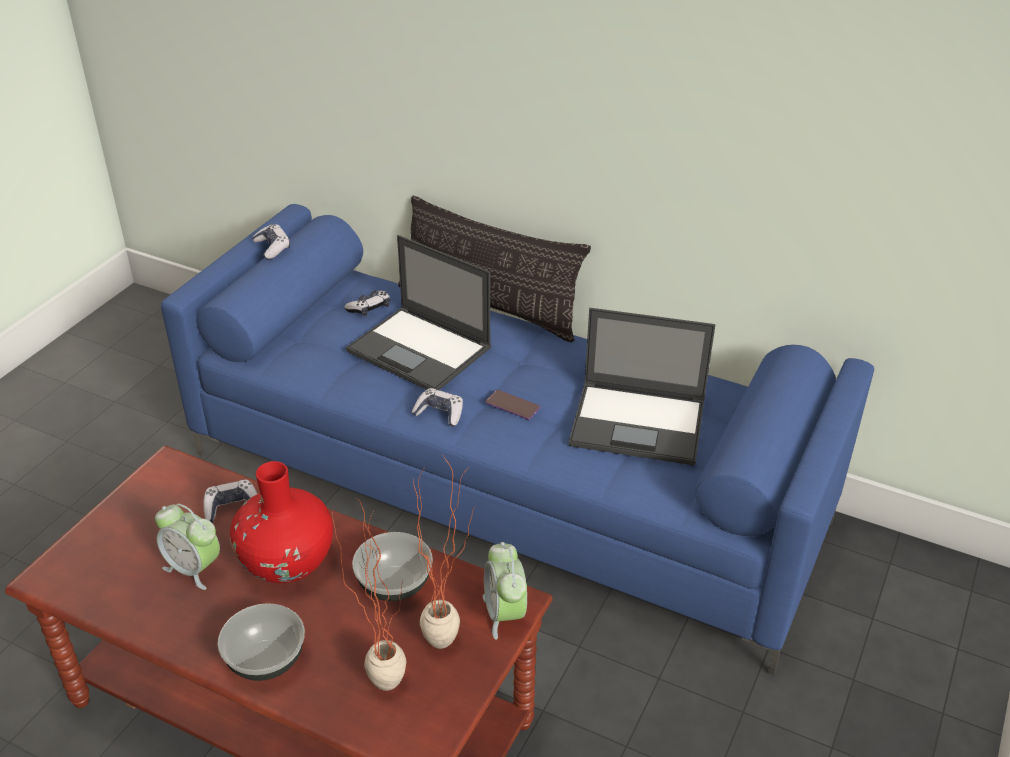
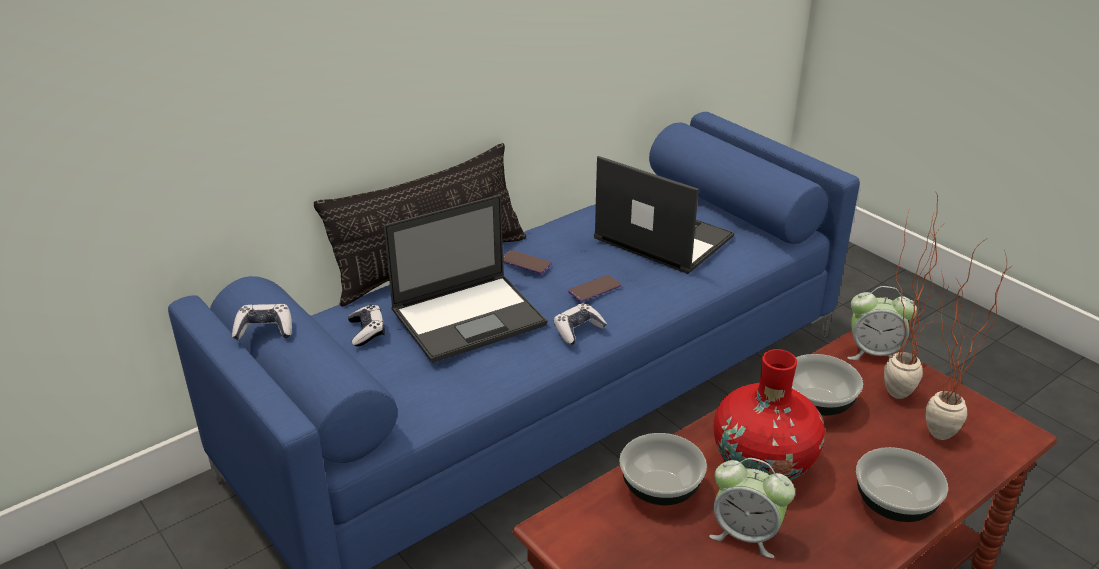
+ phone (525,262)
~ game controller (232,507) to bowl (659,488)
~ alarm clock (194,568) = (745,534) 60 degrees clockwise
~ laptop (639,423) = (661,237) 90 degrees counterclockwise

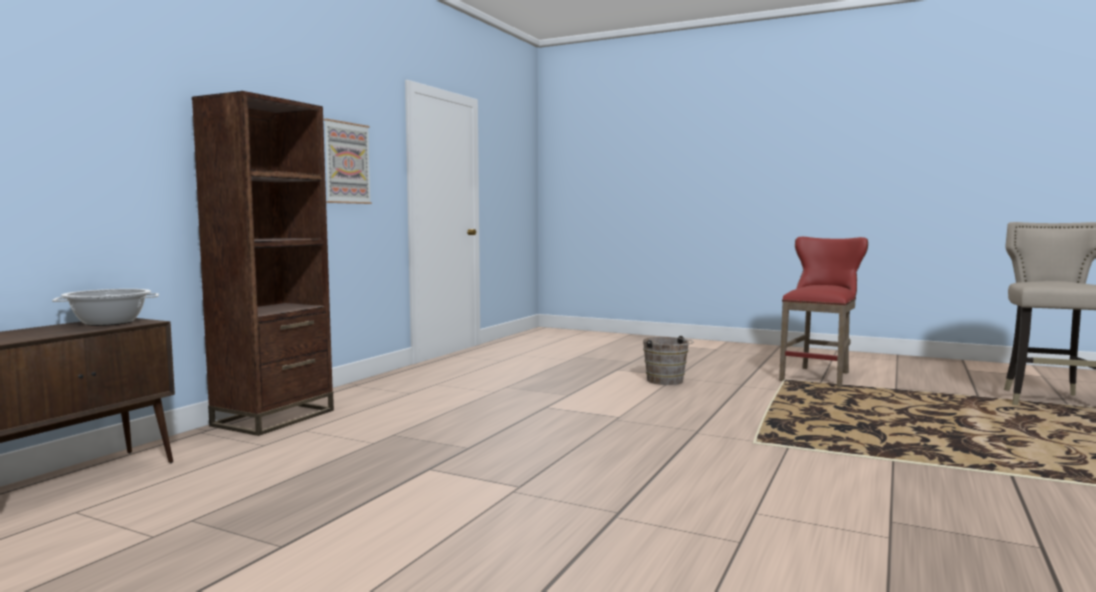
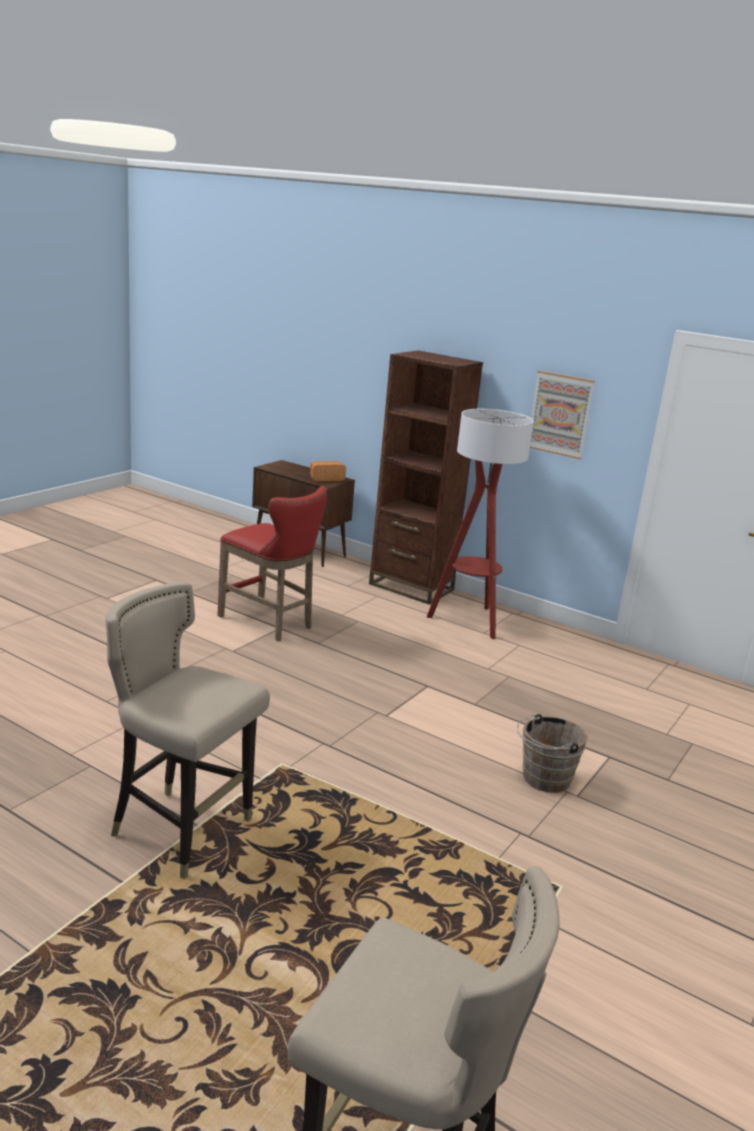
+ beige stool (182,831)
+ floor lamp (469,621)
~ red stool (819,376) to (270,623)
~ cooking pot (109,322) to bread (326,479)

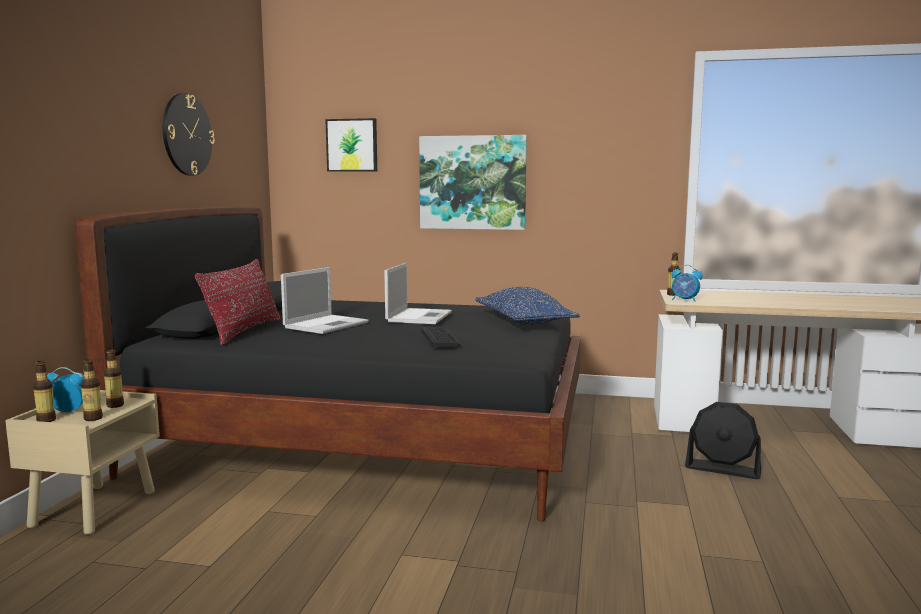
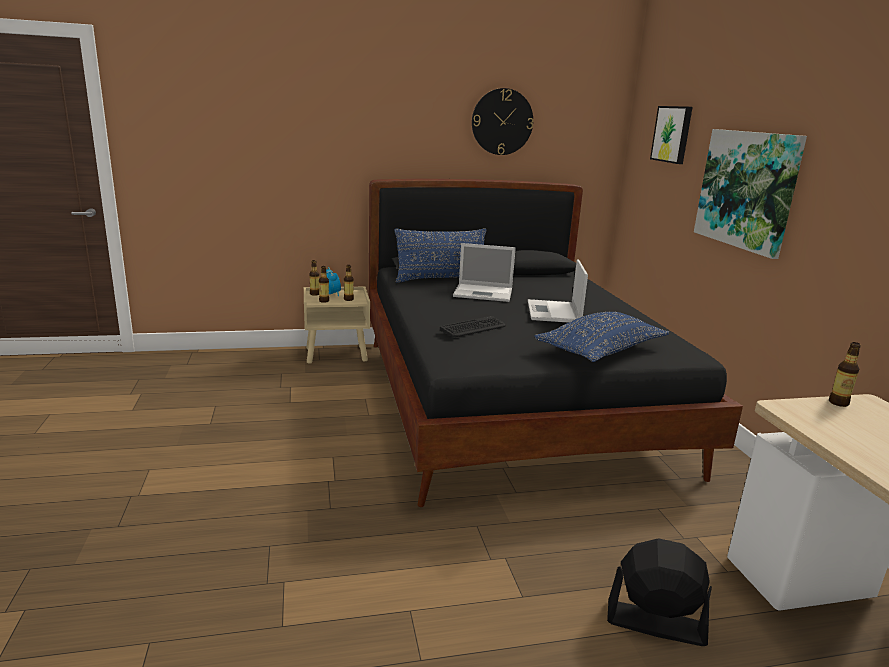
- alarm clock (685,300)
~ red pillow (244,331) to blue pillow (441,279)
~ laptop (419,317) = (554,312) 105 degrees clockwise
~ black fan (723,469) = (655,623) 105 degrees clockwise

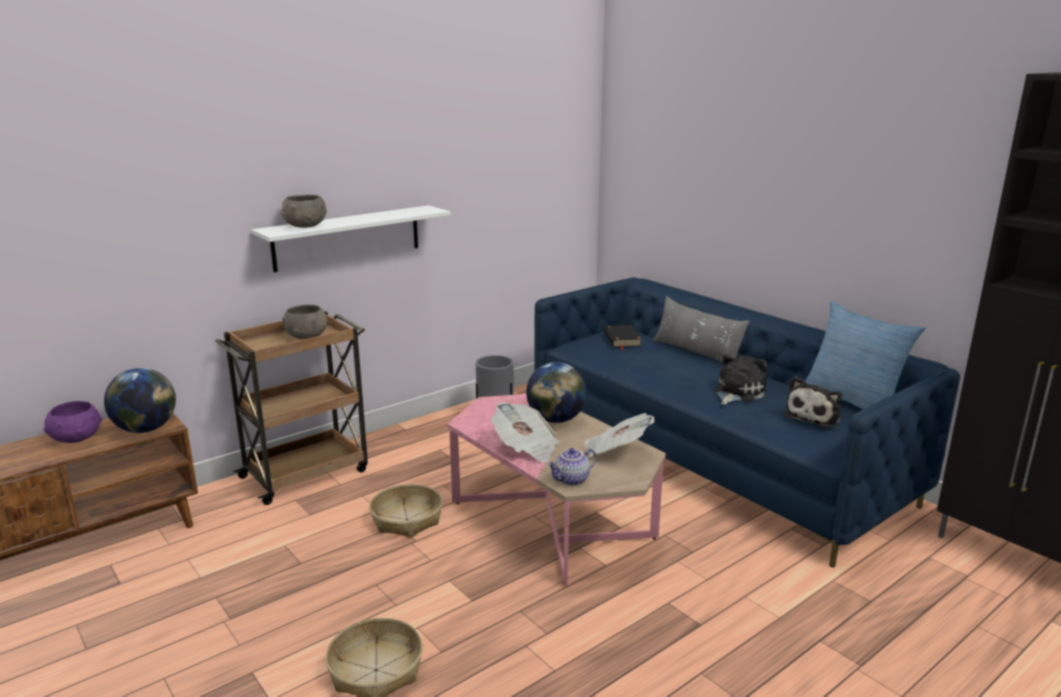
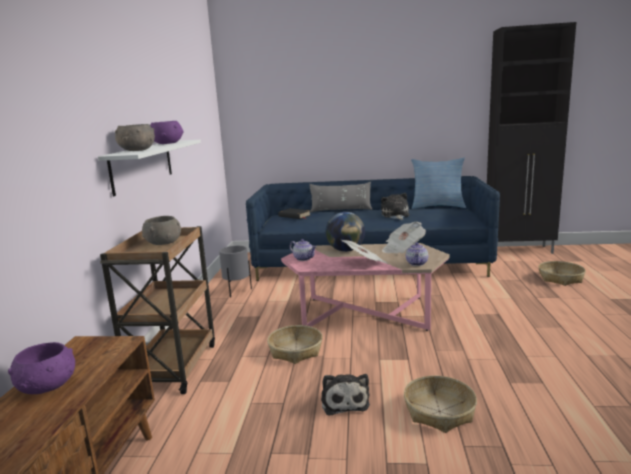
- globe (146,429)
+ purple bowl (167,143)
+ teapot (304,258)
+ basket (560,278)
~ plush toy (814,416) to (344,401)

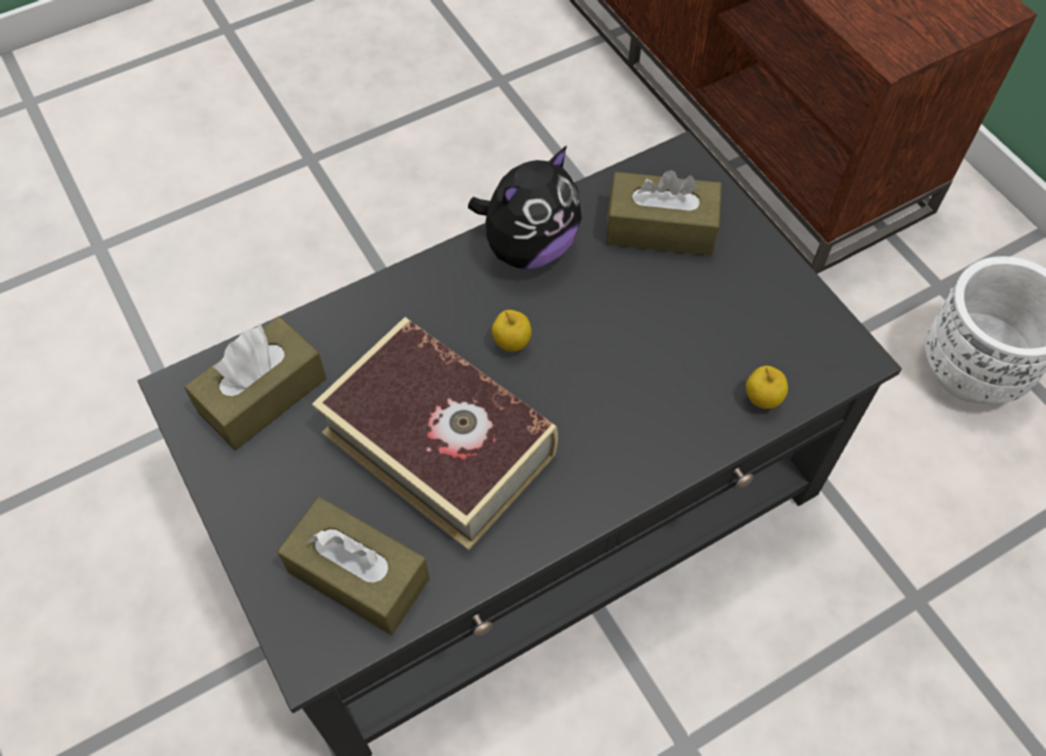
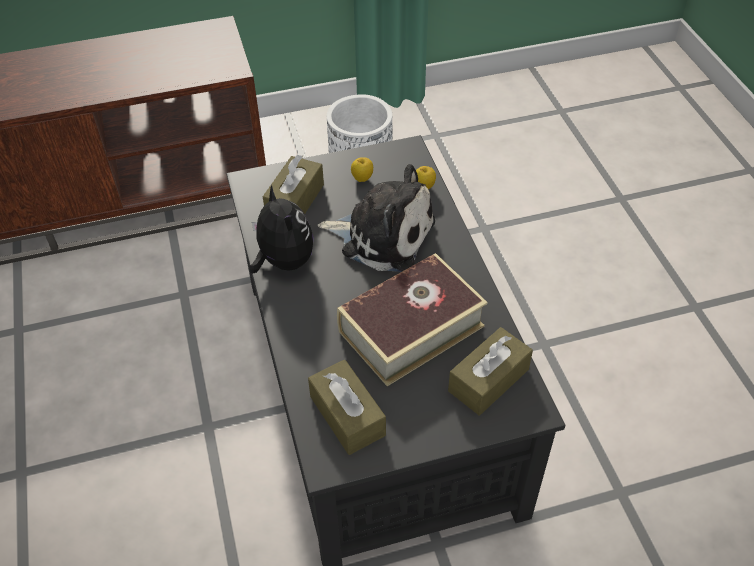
+ plush toy (382,235)
~ apple (511,344) to (362,179)

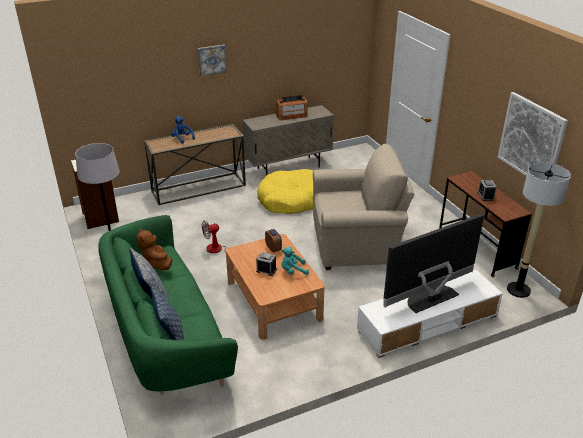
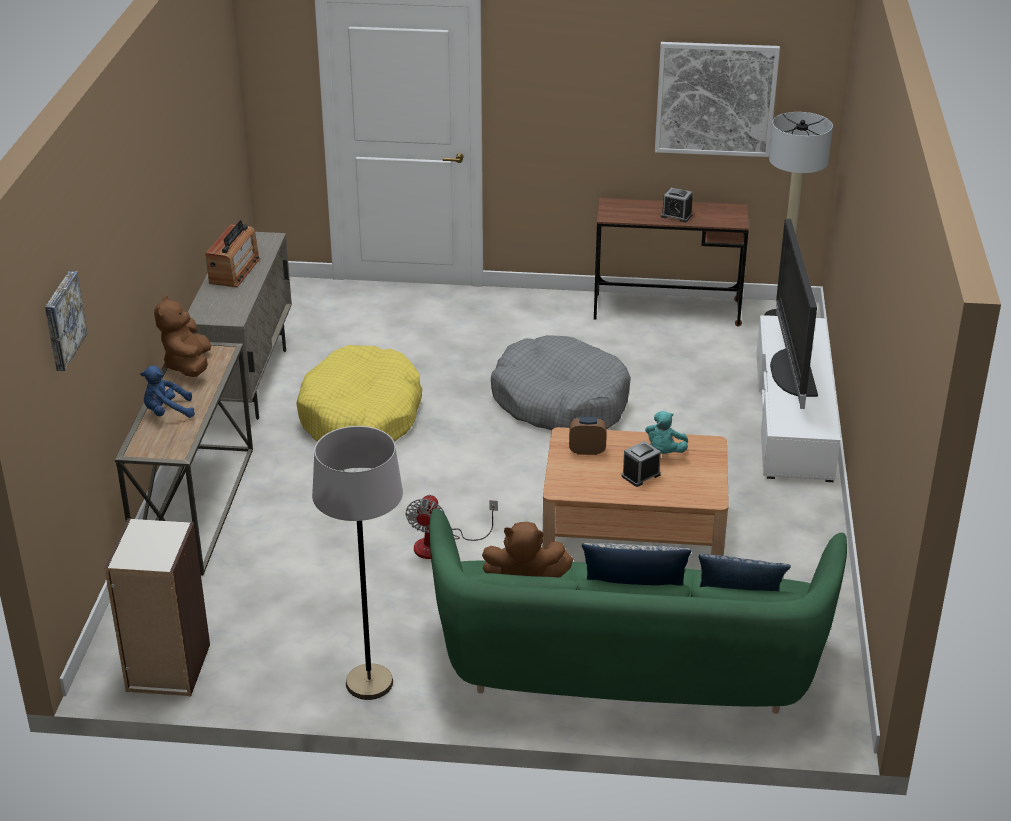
+ brown plush toy (188,366)
~ picture (211,59) to (62,320)
~ beige armchair (357,245) to grey dog bed (560,402)

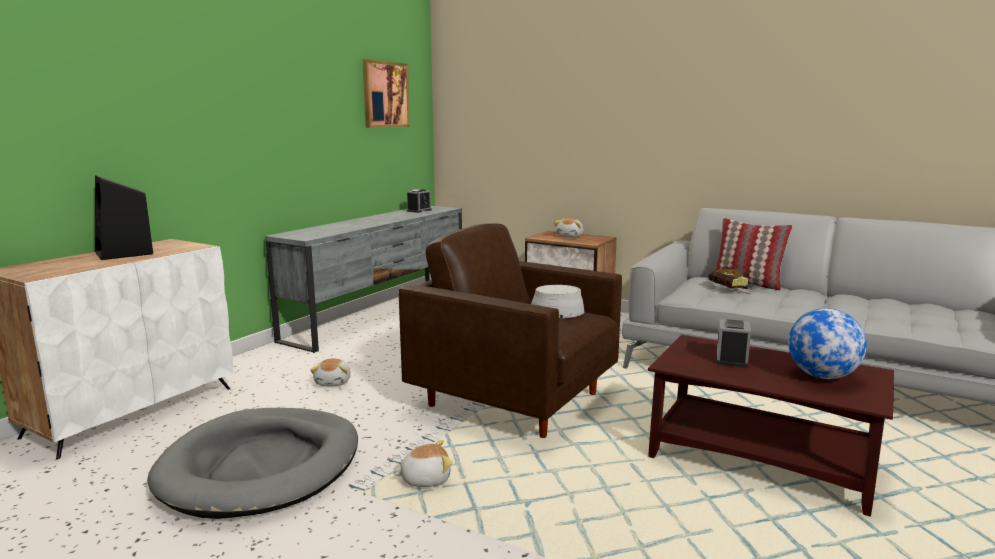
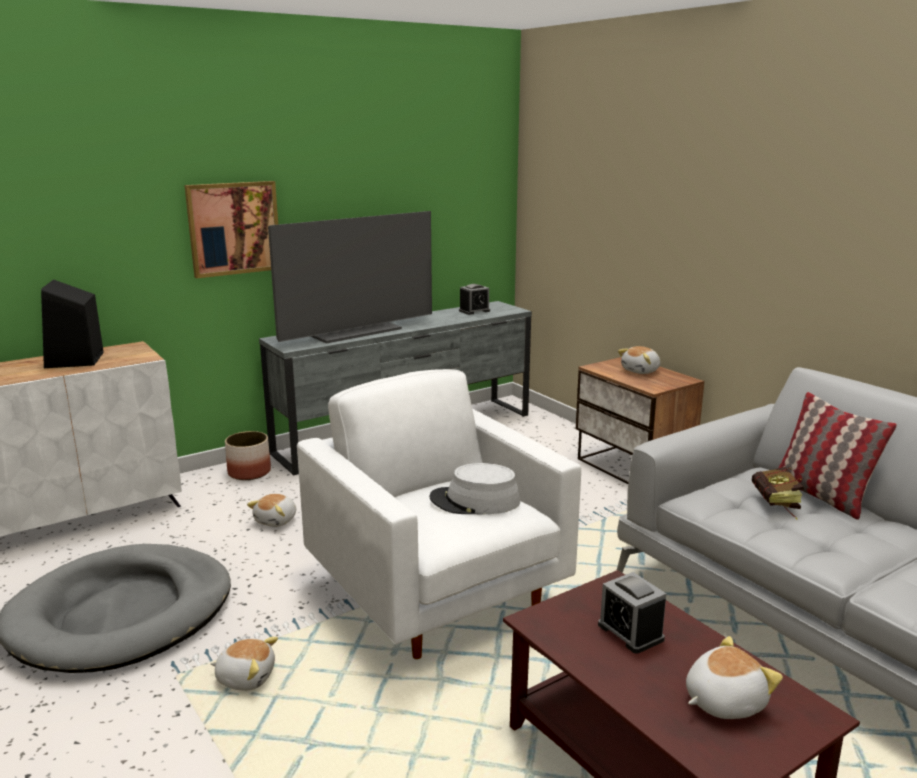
+ planter (250,472)
+ television (355,331)
~ picture (385,94) to (234,228)
~ globe (822,376) to plush toy (722,701)
~ brown armchair (516,400) to white armchair (438,594)
~ alarm clock (731,359) = (630,632) 75 degrees counterclockwise

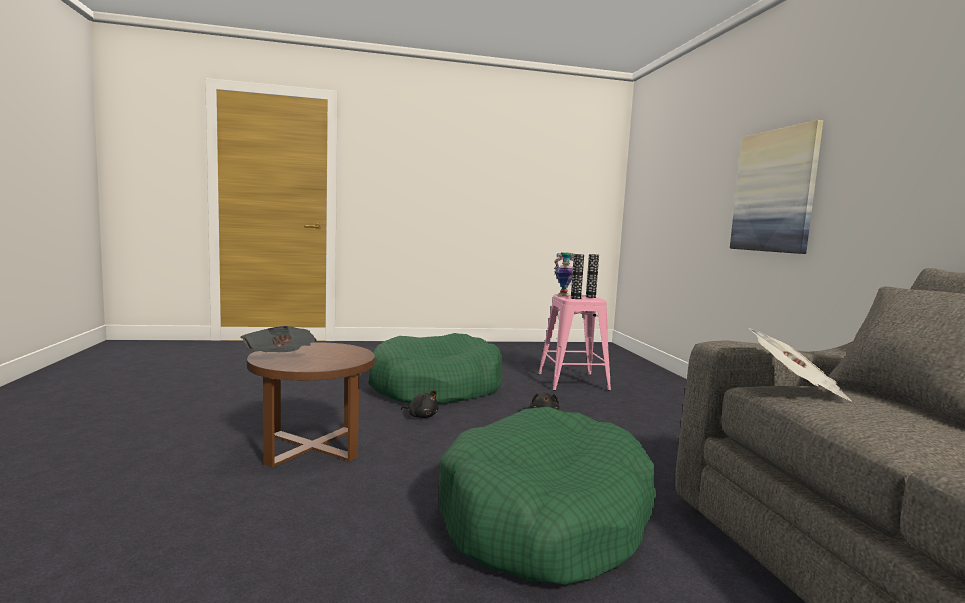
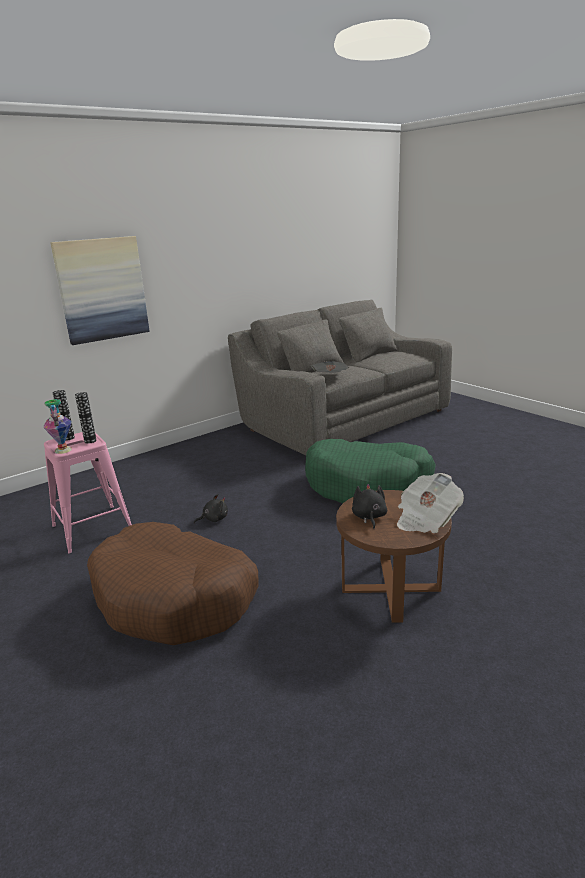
~ black plush toy (421,416) to (369,517)
~ green dog bed (435,387) to brown dog bed (175,598)

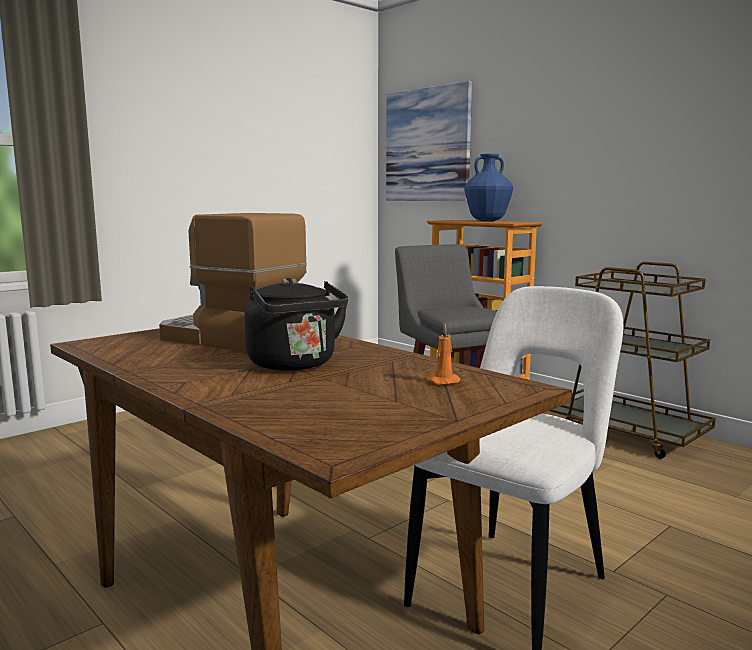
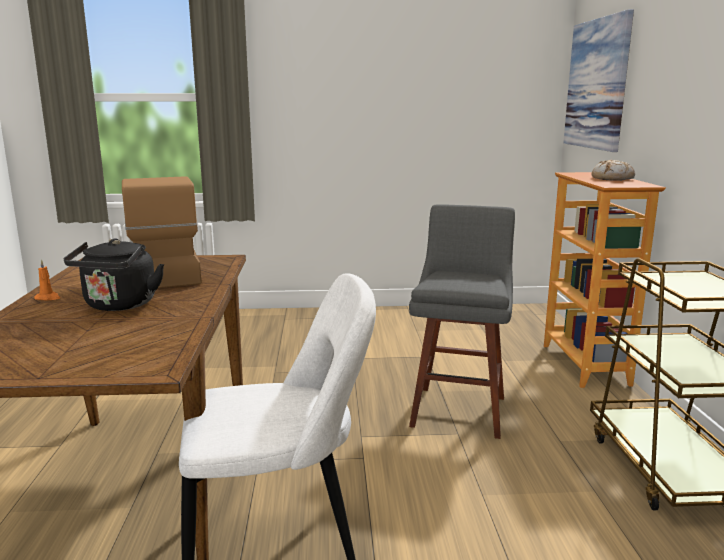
~ orange candle (445,381) to (48,298)
~ blue vase (487,221) to bread (612,179)

